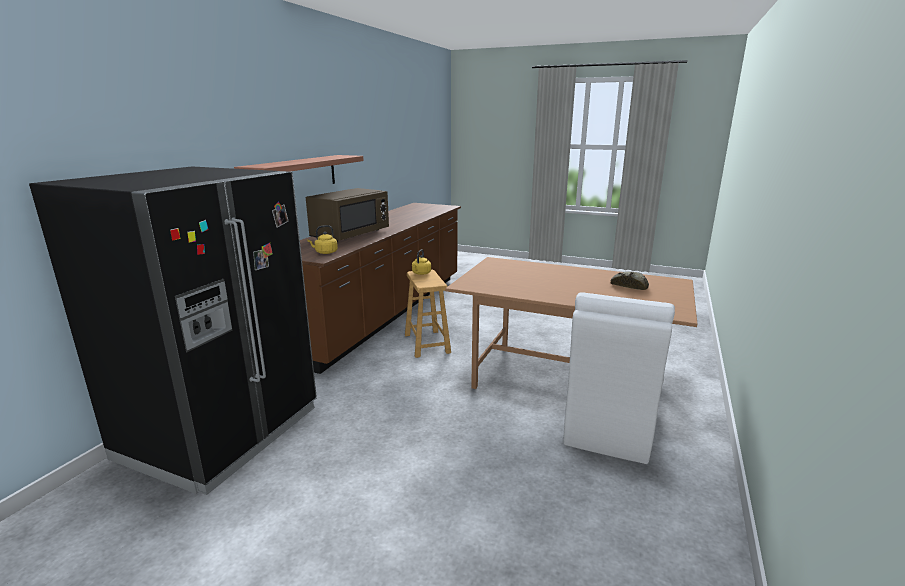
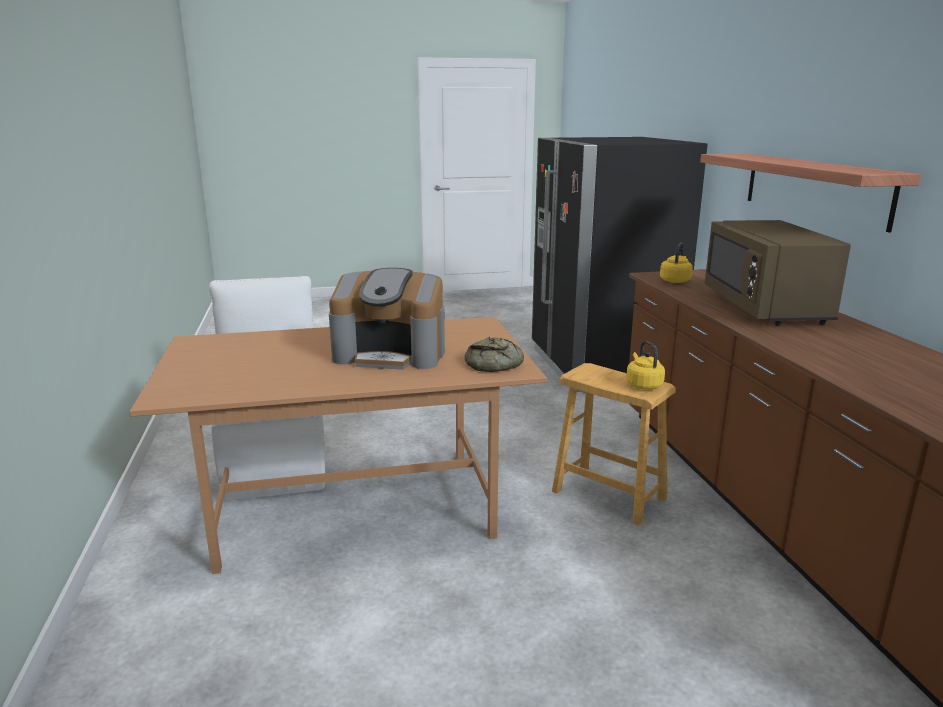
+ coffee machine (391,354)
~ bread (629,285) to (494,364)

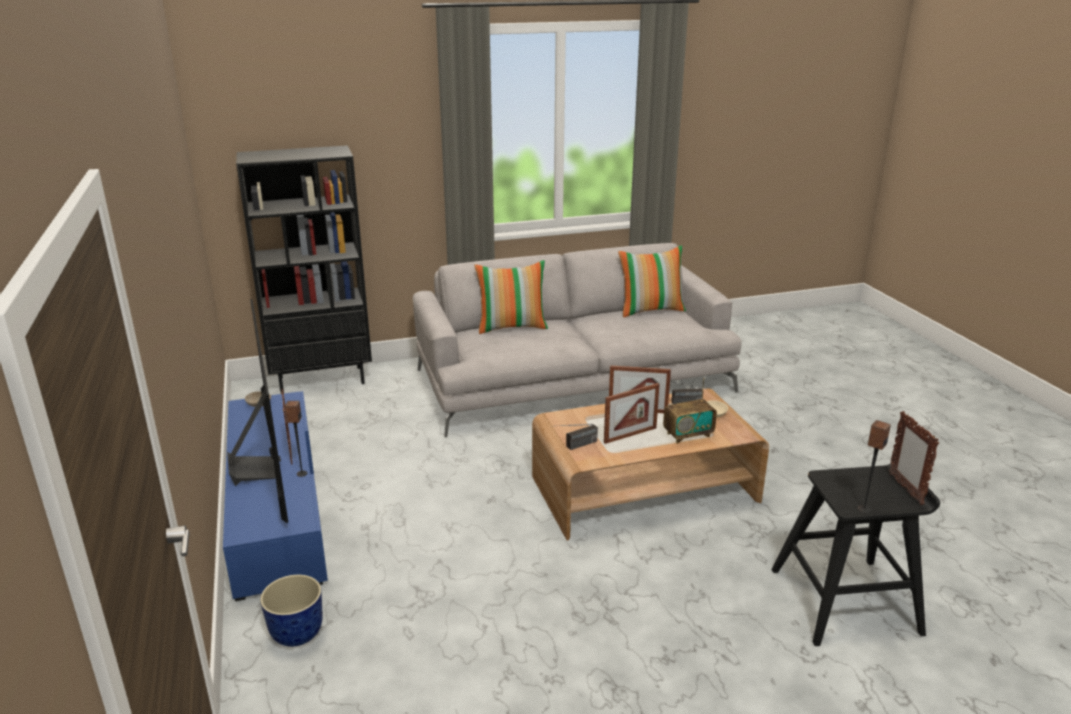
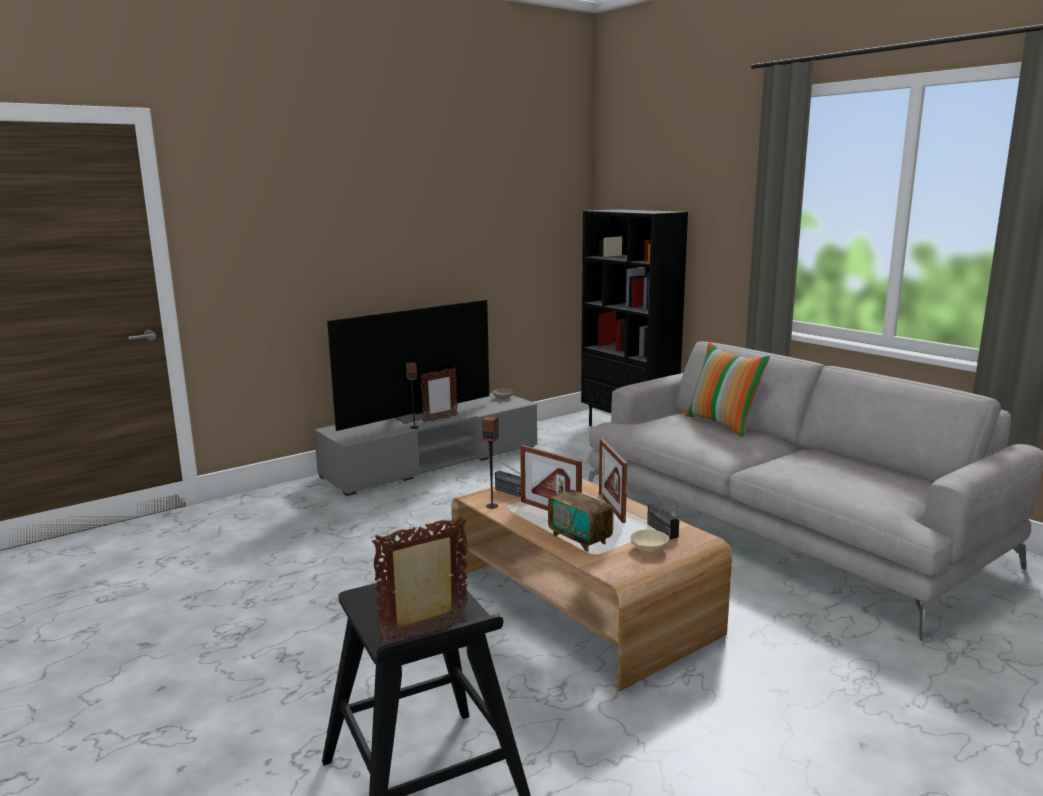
- planter (297,634)
- pillow (651,310)
~ speaker (863,509) to (492,506)
~ blue tv stand (276,507) to grey tv stand (432,461)

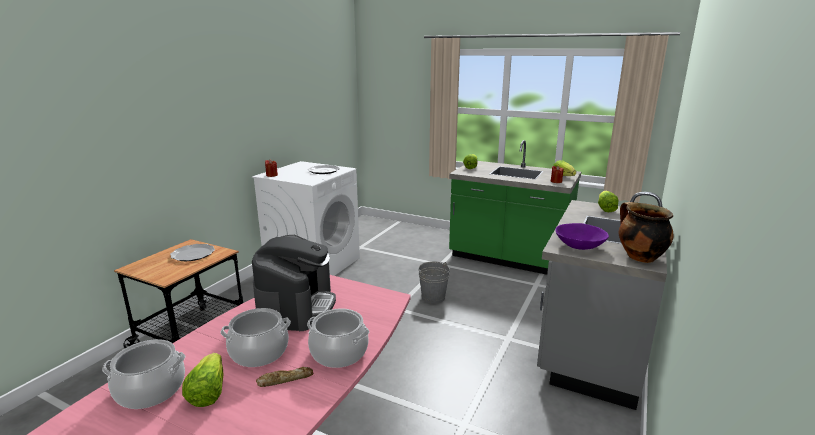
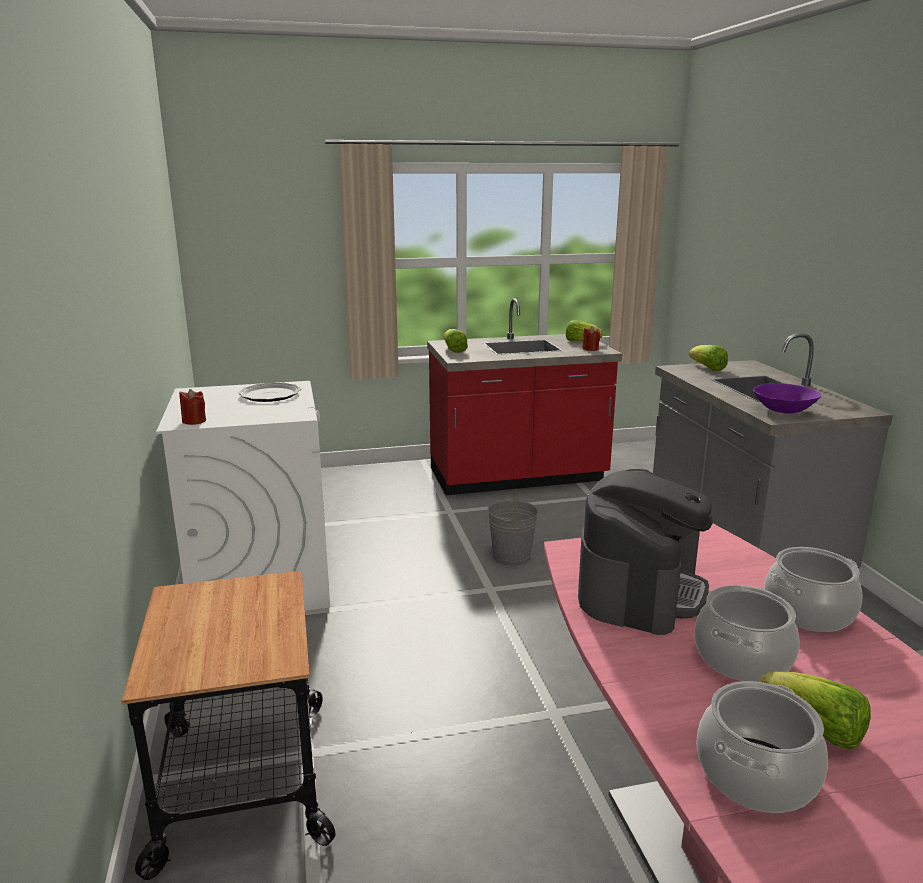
- plate (193,254)
- bread (285,379)
- cooking pot (639,257)
~ green counter (508,258) to red counter (517,476)
~ coffee machine (296,306) = (640,589) 60 degrees clockwise

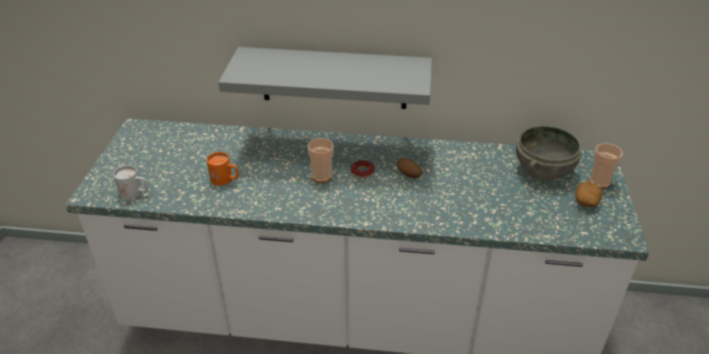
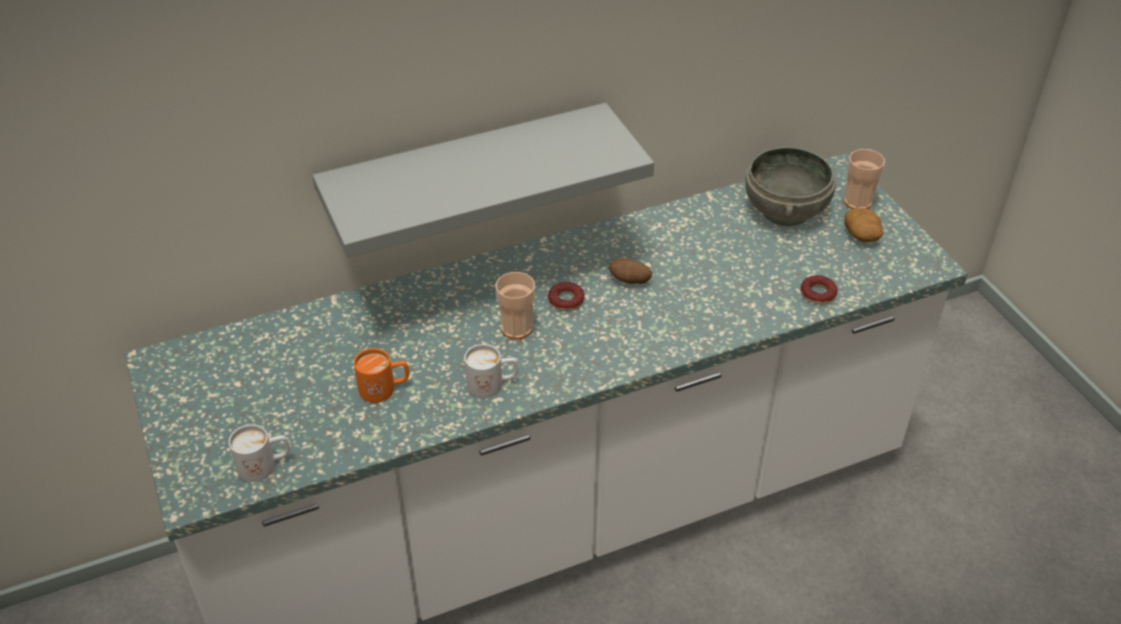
+ white mug (492,385)
+ donut (818,293)

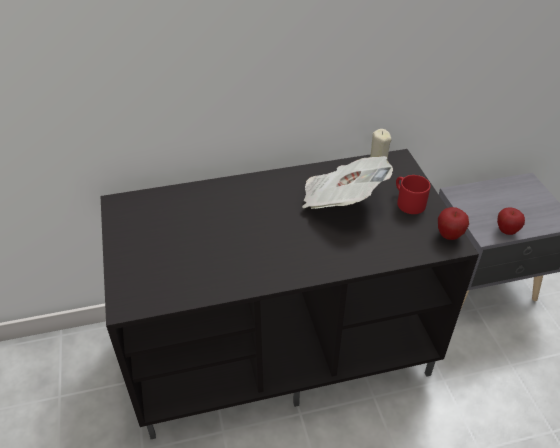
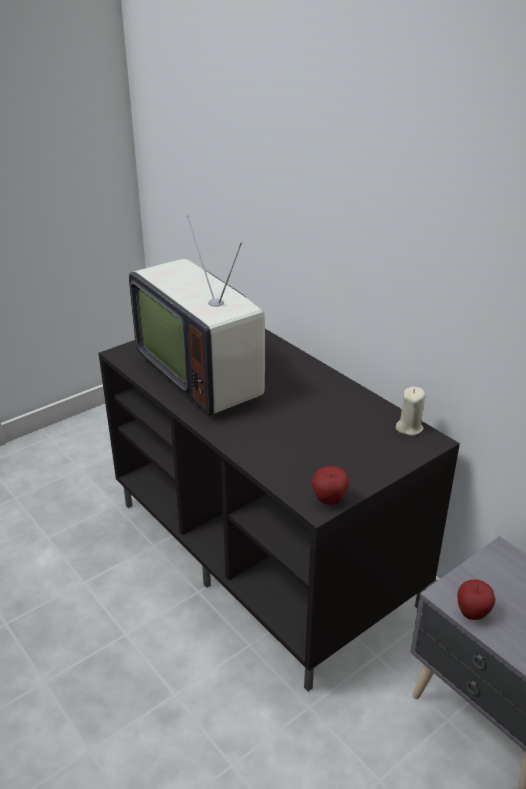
- newspaper (341,200)
- red mug (407,202)
+ television (203,375)

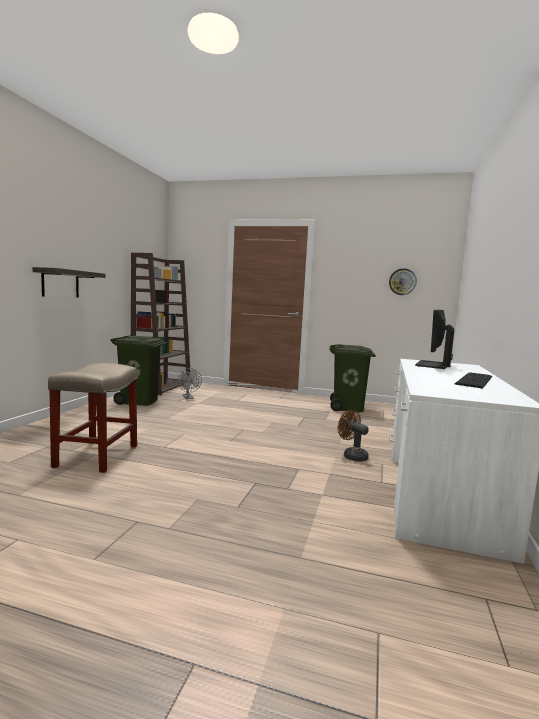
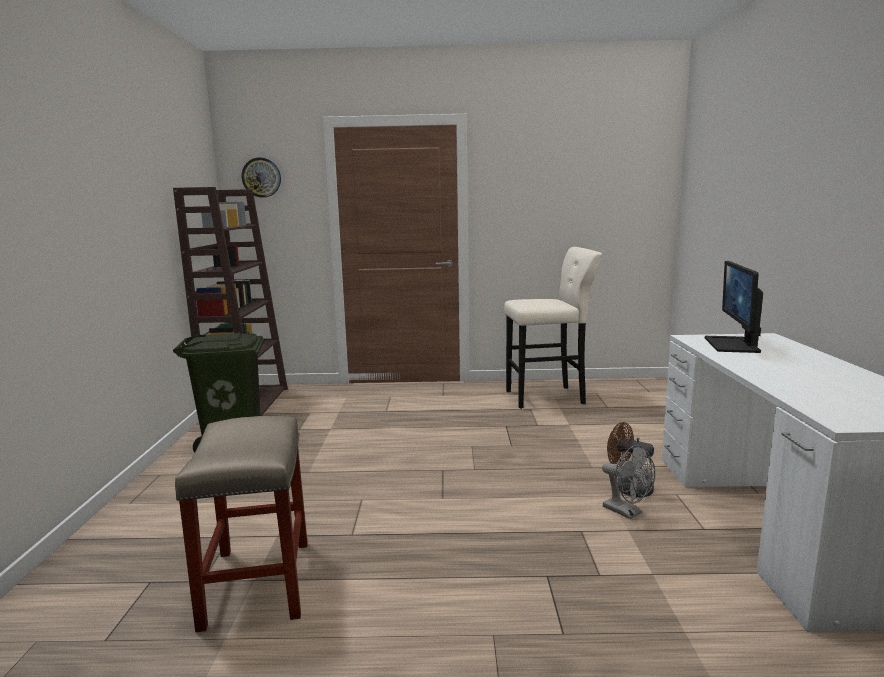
- shelf (60,283)
- keyboard (472,380)
~ grey fan (189,398) to (627,512)
~ wall clock (402,282) to (261,177)
~ green trash can (348,408) to beige stool (549,397)

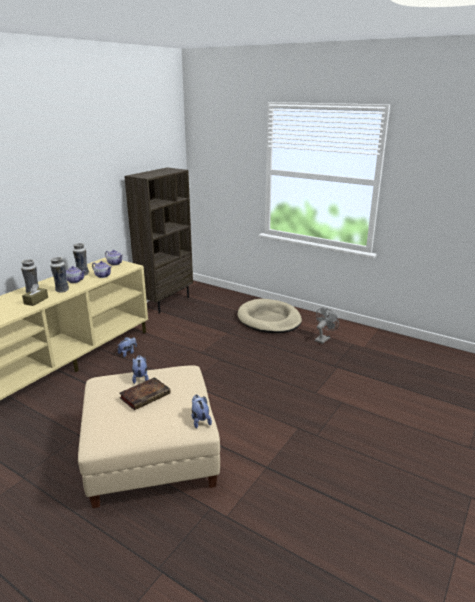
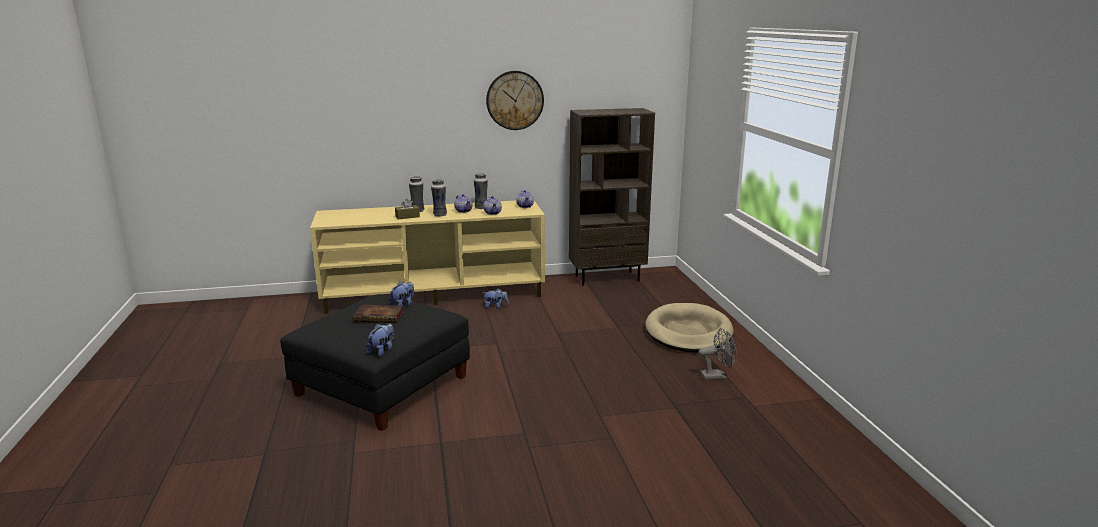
+ wall clock (515,100)
~ beige ottoman (151,454) to black ottoman (382,385)

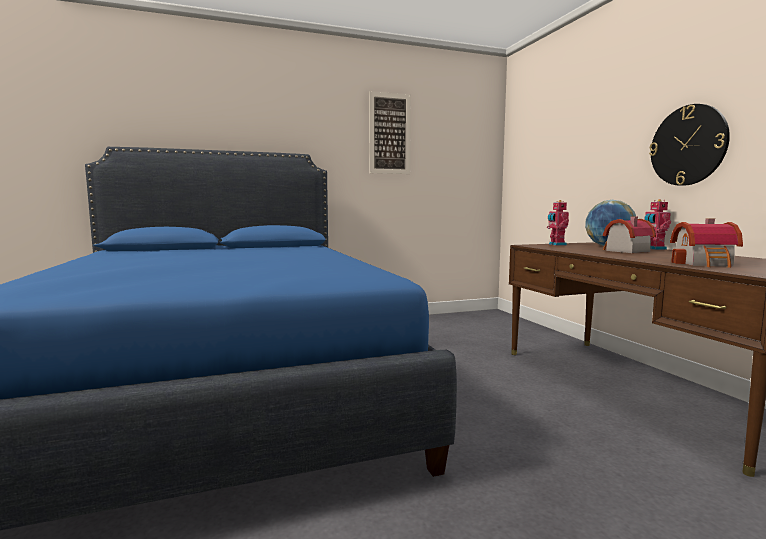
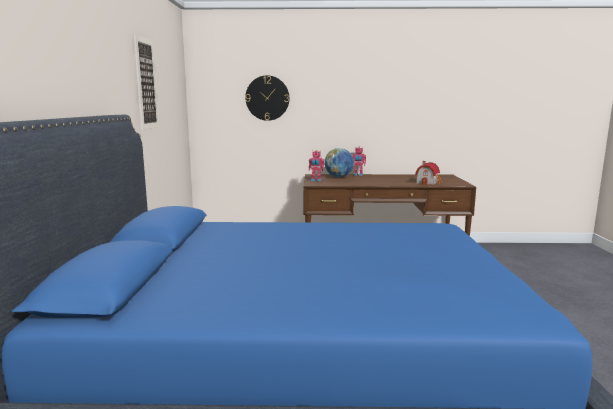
- toy house (624,251)
~ wall clock (688,145) to (267,98)

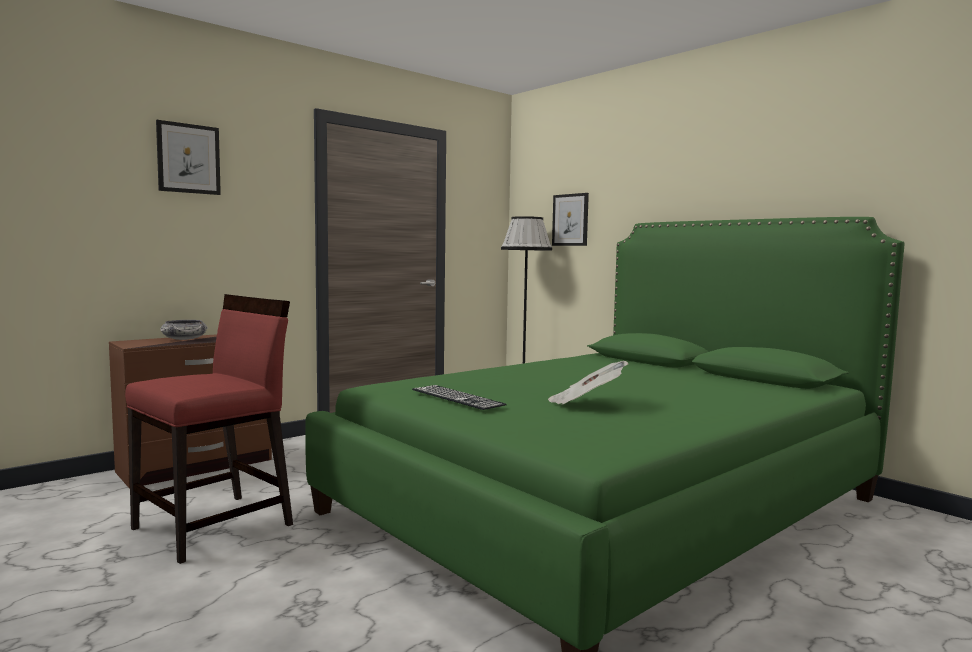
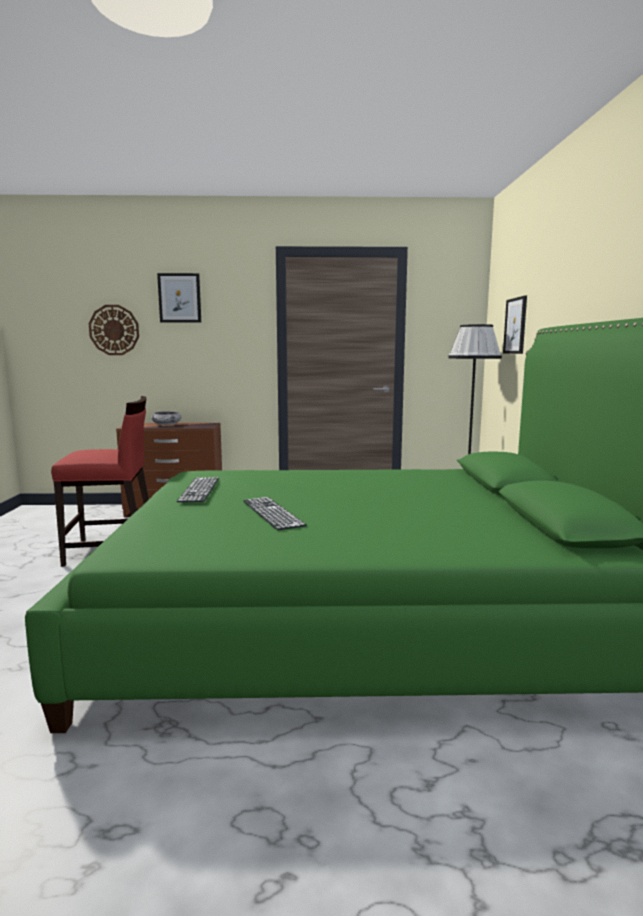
+ wall clock (114,330)
~ newspaper (585,403) to keyboard (272,513)

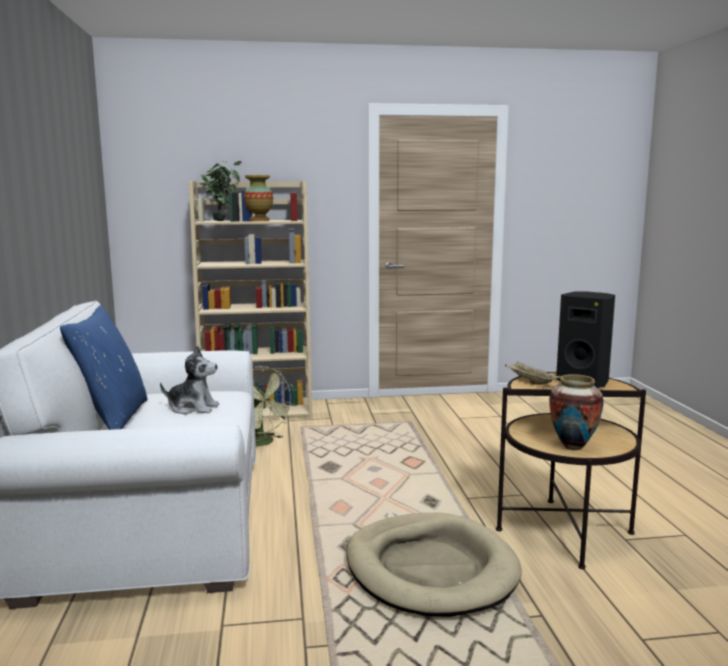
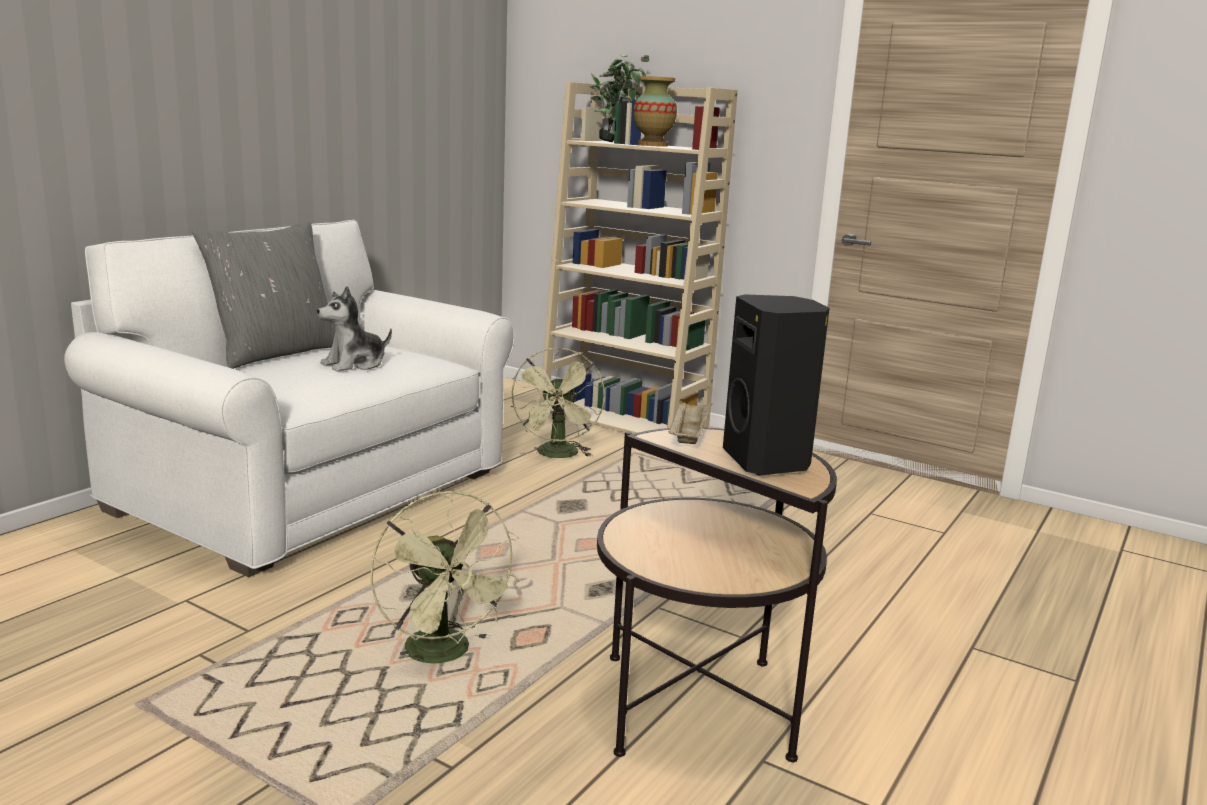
- vase (572,447)
~ beige dog bed (430,569) to green fan (445,655)
~ blue pillow (113,418) to grey pillow (275,353)
~ plush toy (193,408) = (355,364) 90 degrees clockwise

